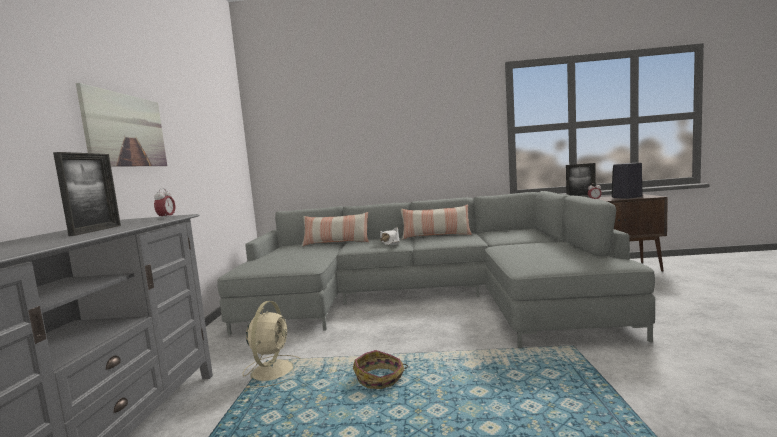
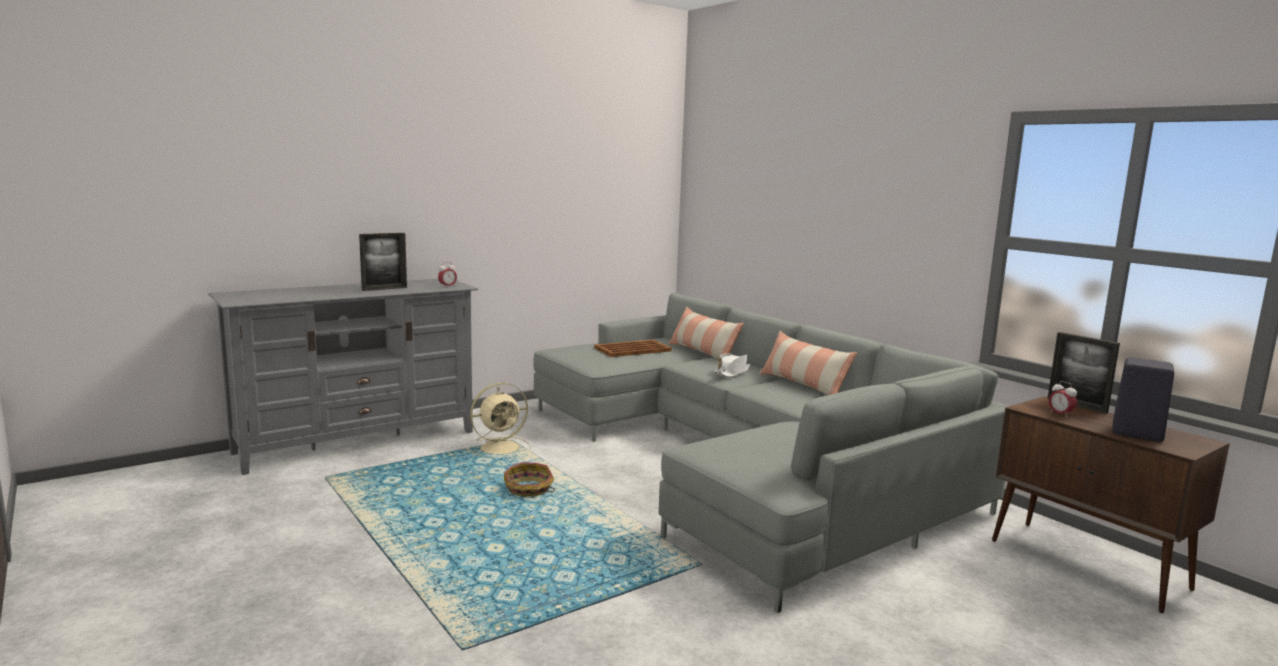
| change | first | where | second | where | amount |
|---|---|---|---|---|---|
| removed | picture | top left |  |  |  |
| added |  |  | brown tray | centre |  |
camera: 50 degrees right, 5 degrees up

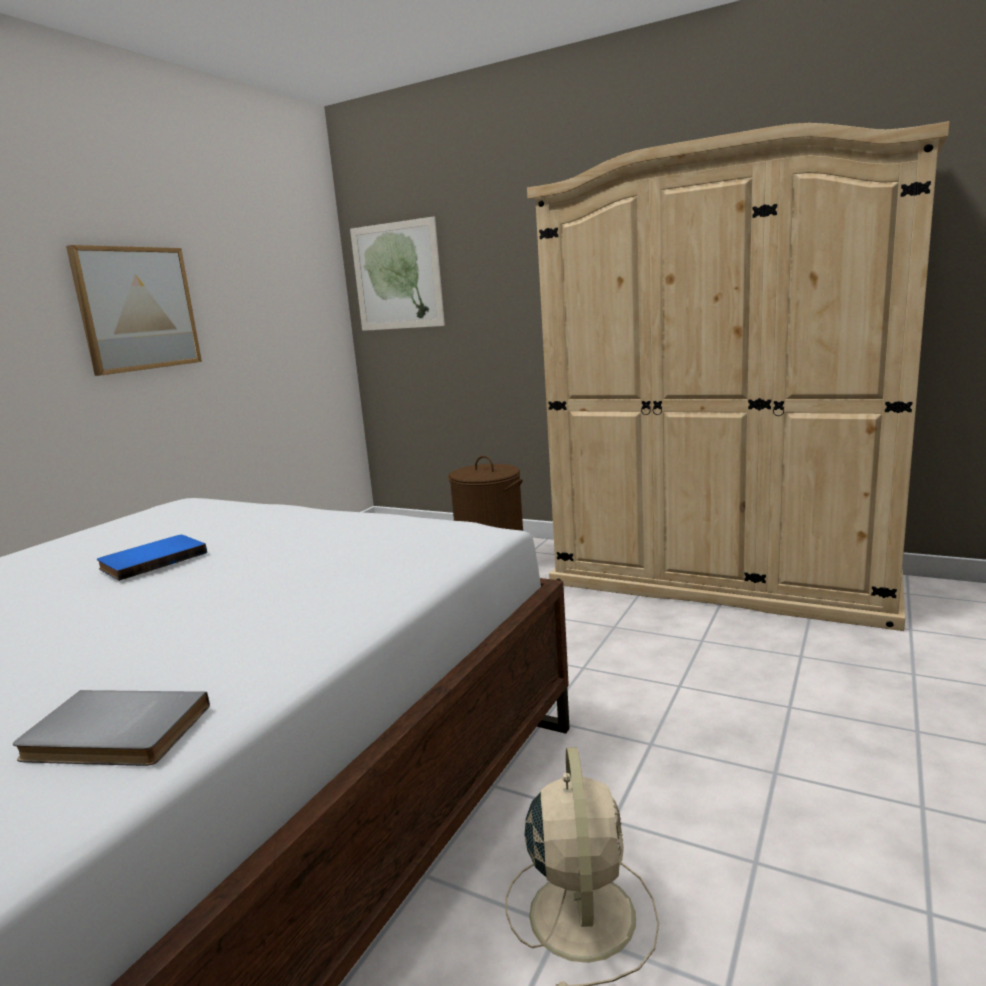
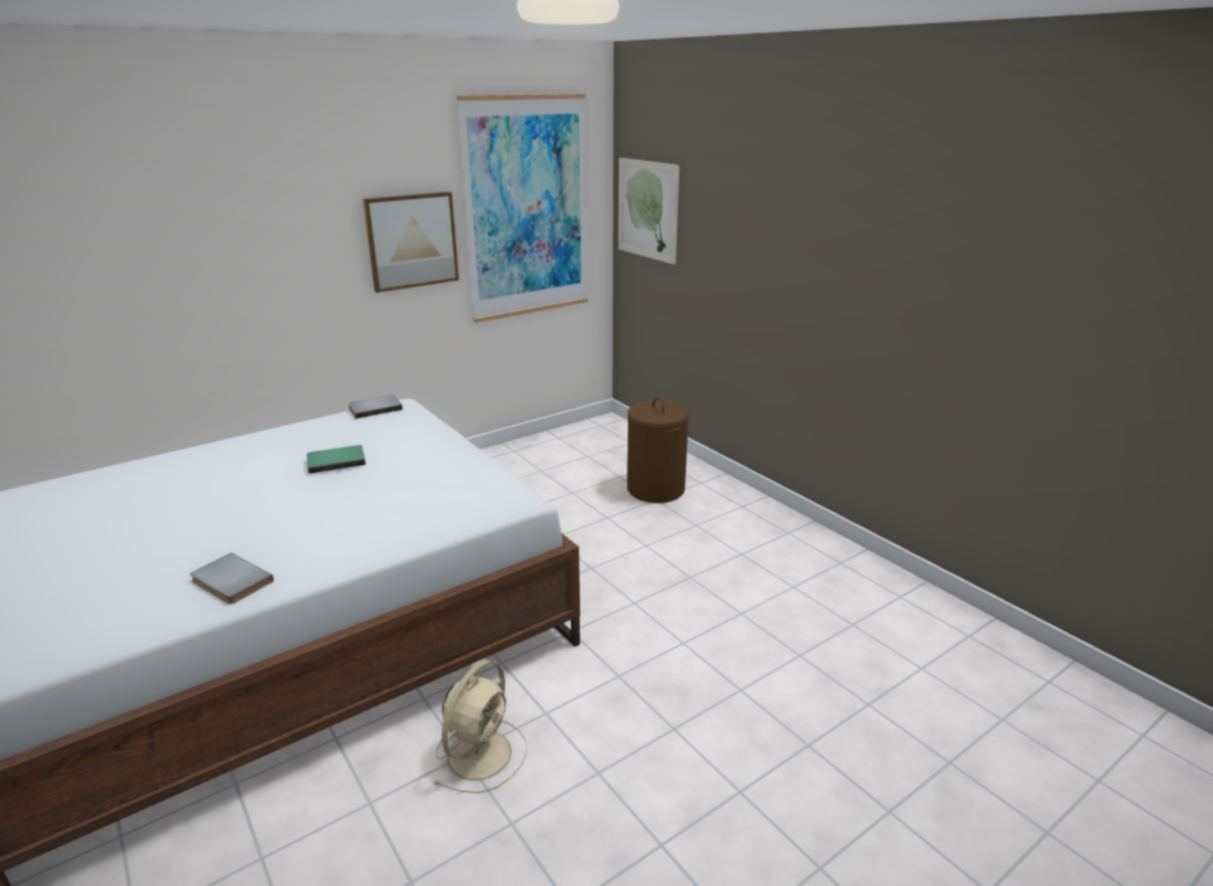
| change | first | where | second | where | amount |
|---|---|---|---|---|---|
| removed | beige wardrobe | middle right |  |  |  |
| recoloured | blue book | middle left | green book | middle left |  |
| added |  |  | picture (2nd from left) | top centre |  |
| added |  |  | grey book (2nd from left) | middle left |  |
camera: 25 degrees right, 10 degrees up

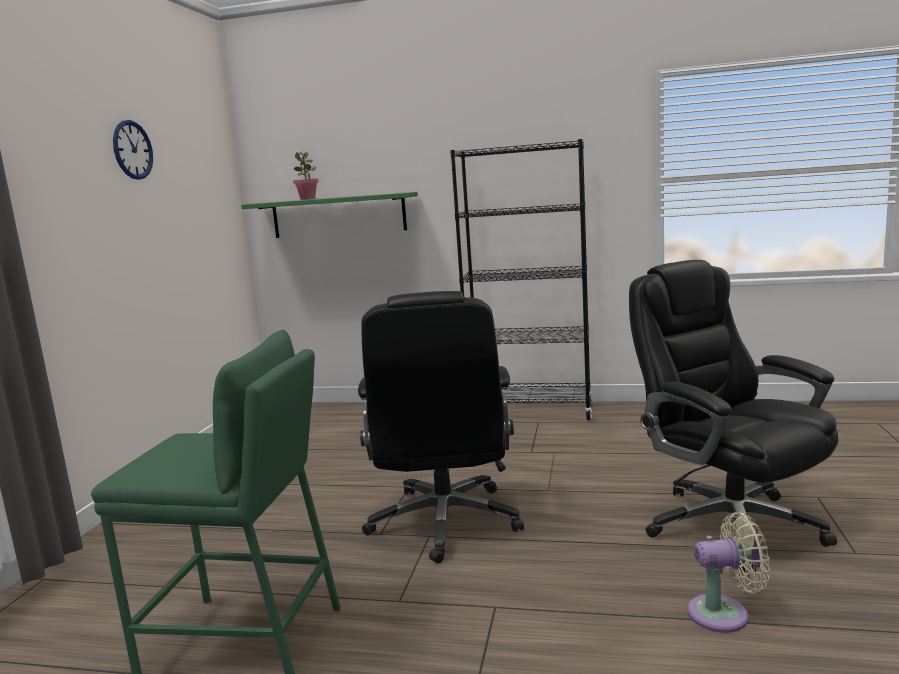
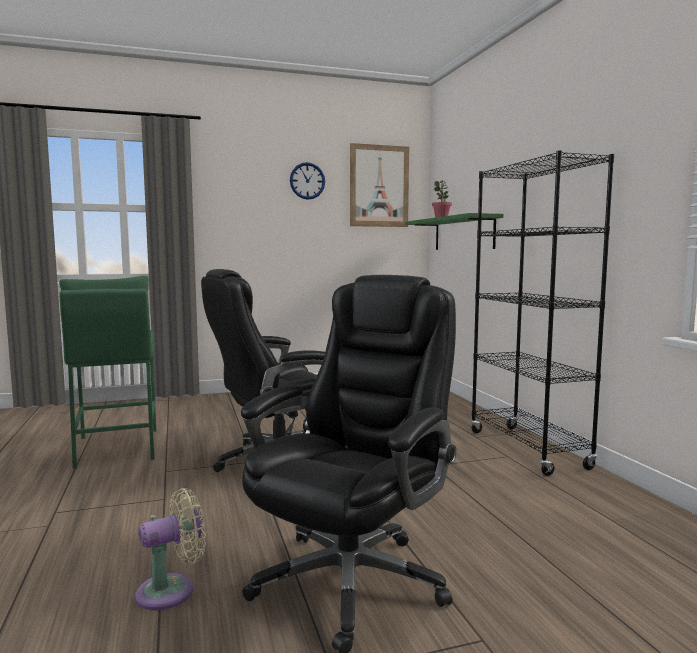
| change | first | where | second | where | amount |
|---|---|---|---|---|---|
| turned | beige fan | bottom right |  | bottom left | 90 degrees counterclockwise |
| added |  |  | picture | top centre |  |
camera: 60 degrees right, 5 degrees down

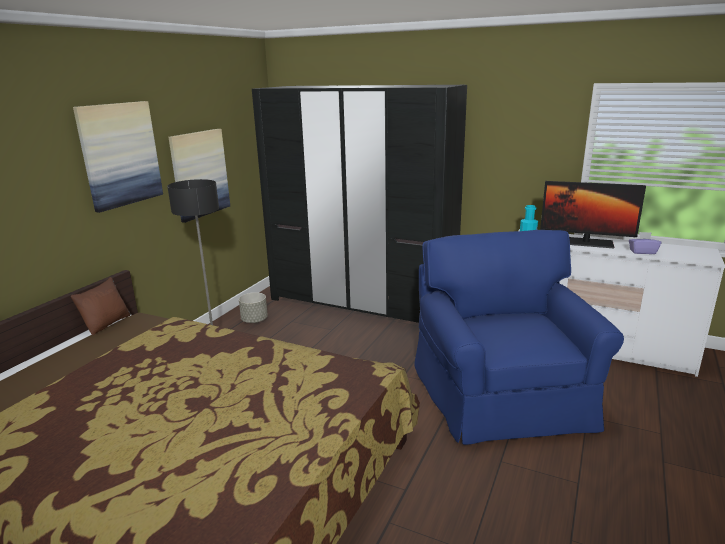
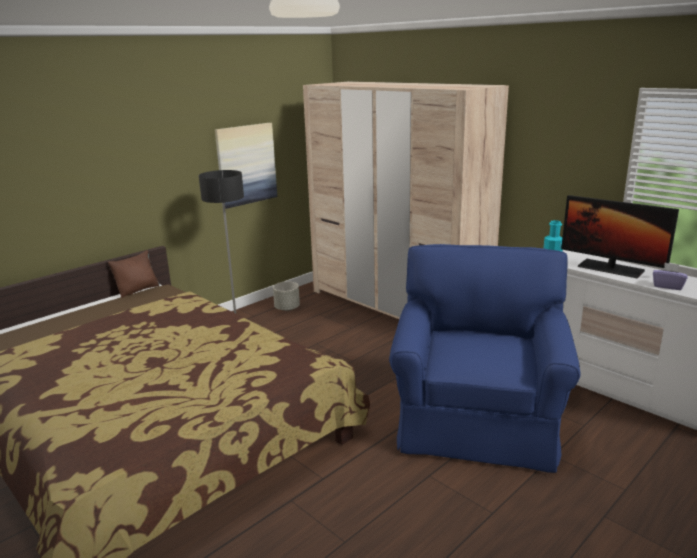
| change | first | where | second | where | amount |
|---|---|---|---|---|---|
| recoloured | black wardrobe | centre | beige wardrobe | centre |  |
| removed | picture (1st from left) | top left |  |  |  |
camera: 20 degrees right, 0 degrees up

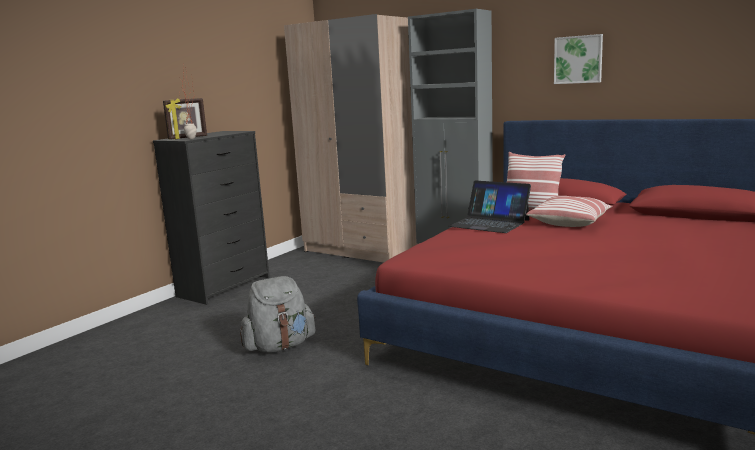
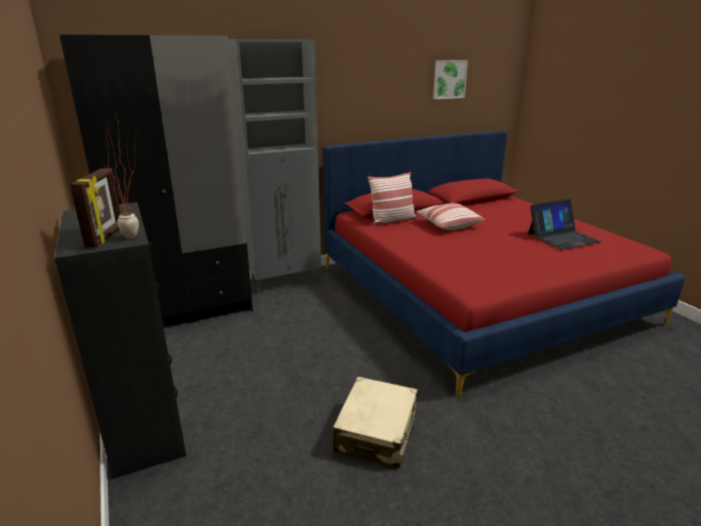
| change | first | where | second | where | amount |
|---|---|---|---|---|---|
| recoloured | beige wardrobe | top centre | black wardrobe | middle left |  |
| moved | picture | top right |  | top centre |  |
| moved | laptop | centre |  | middle right |  |
| replaced | grey backpack | bottom centre | beige suitcase | bottom centre |  |
camera: 60 degrees left, 10 degrees up

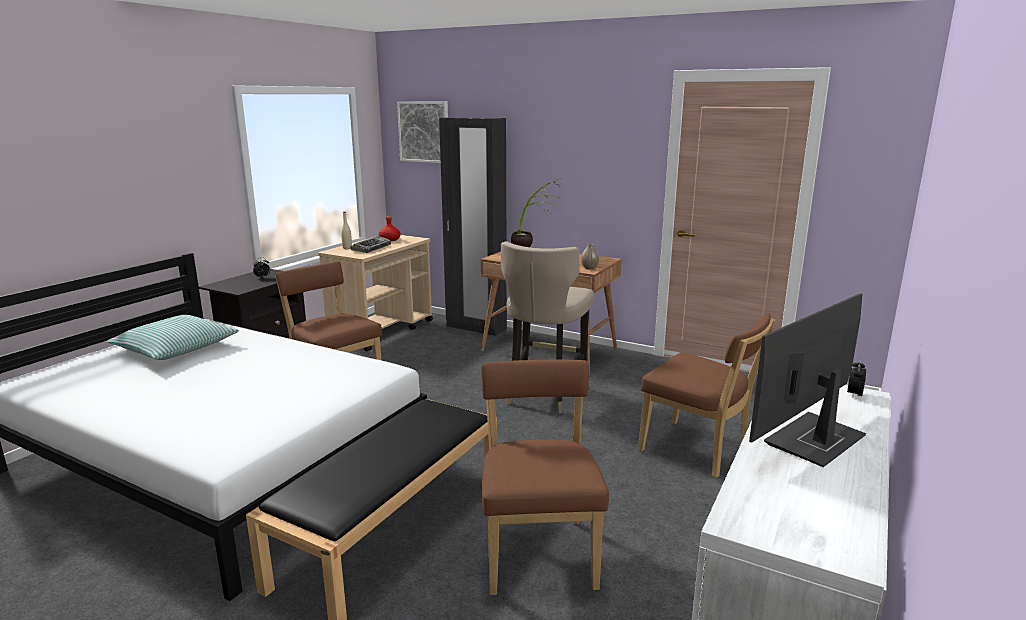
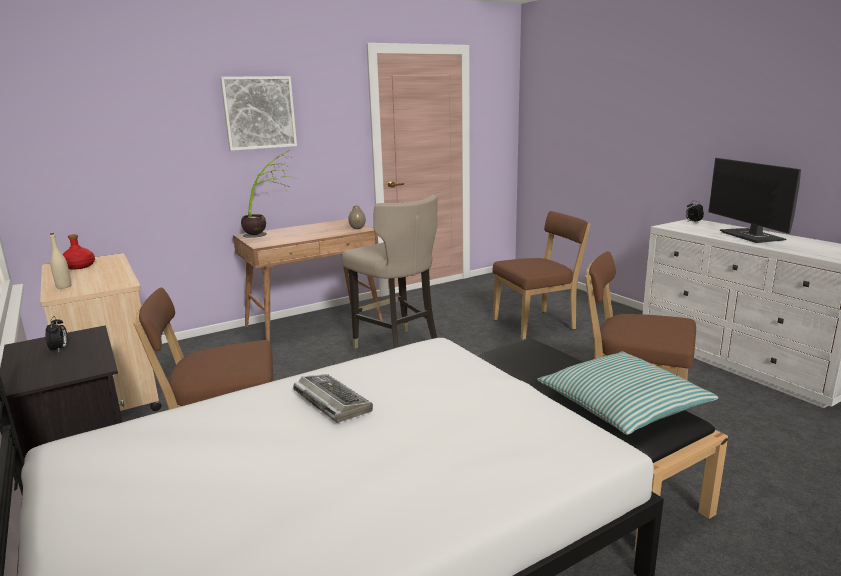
| change | first | where | second | where | amount |
|---|---|---|---|---|---|
| moved | picture | top centre |  | top left |  |
| removed | black wardrobe | centre |  |  |  |
| moved | keyboard | centre |  | bottom centre |  |
| moved | pillow | middle left |  | bottom right |  |
camera: 60 degrees left, 0 degrees up

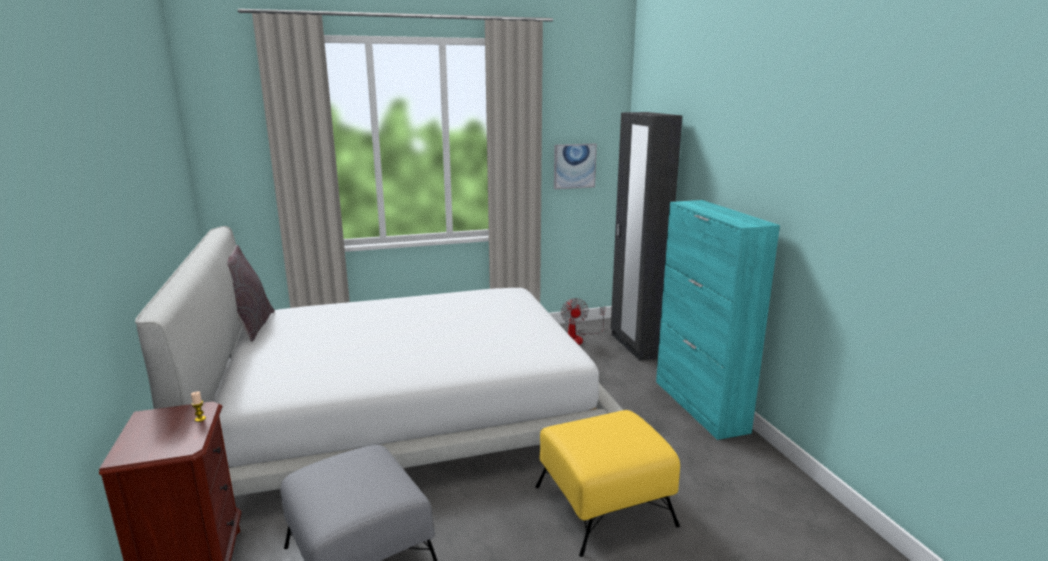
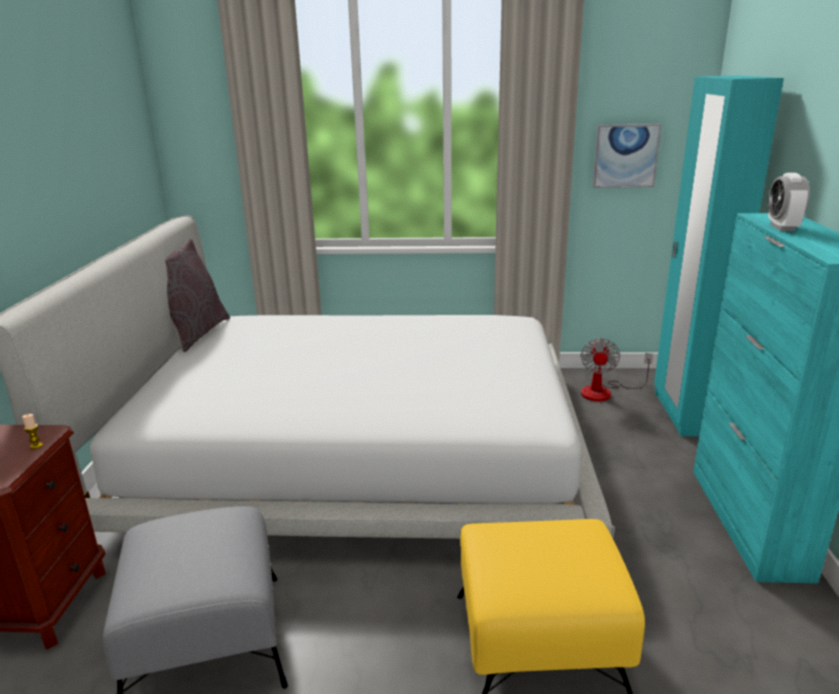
| change | first | where | second | where | amount |
|---|---|---|---|---|---|
| recoloured | black wardrobe | centre | turquoise wardrobe | middle right |  |
| added |  |  | alarm clock | top right |  |
camera: 20 degrees right, 5 degrees up

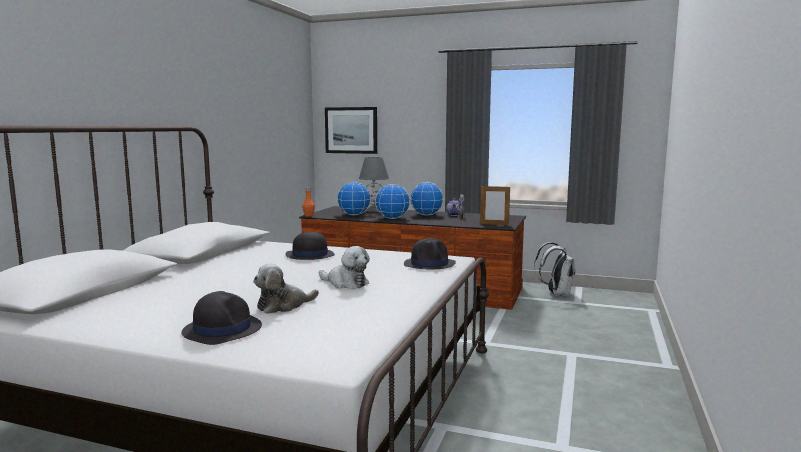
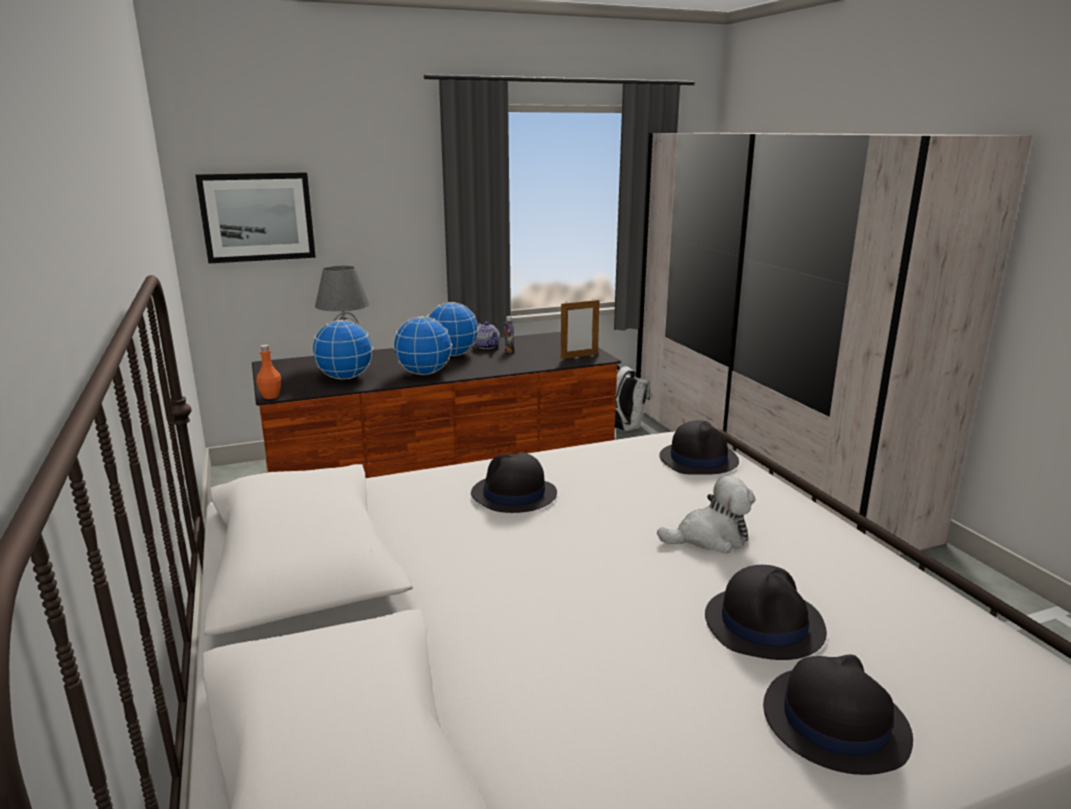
| change | first | where | second | where | amount |
|---|---|---|---|---|---|
| replaced | plush toy (1st from left) | centre | black hat (3rd from left) | bottom right |  |
| added |  |  | white wardrobe | middle right |  |
camera: 40 degrees left, 10 degrees up

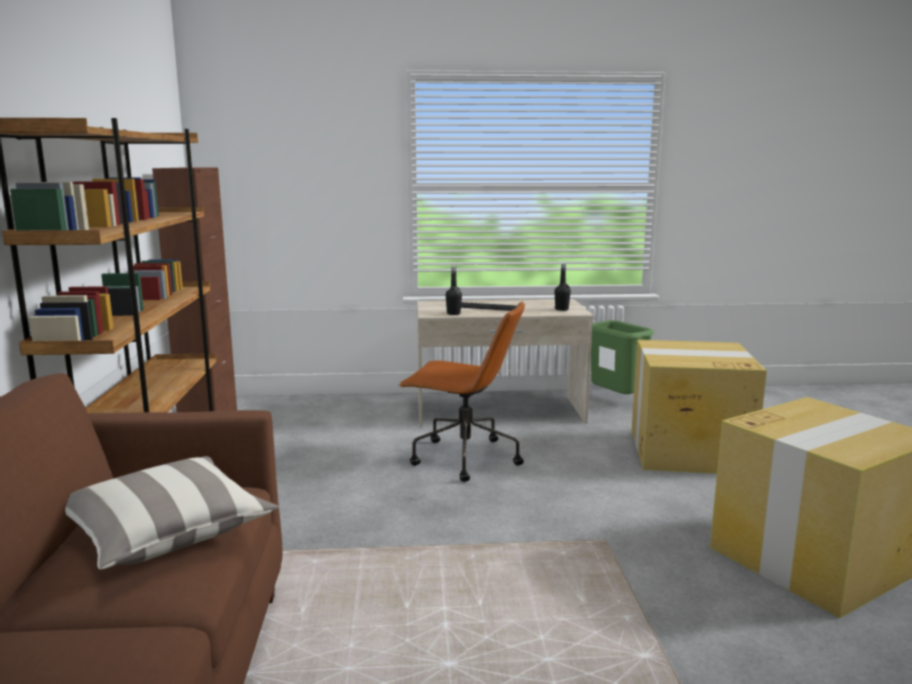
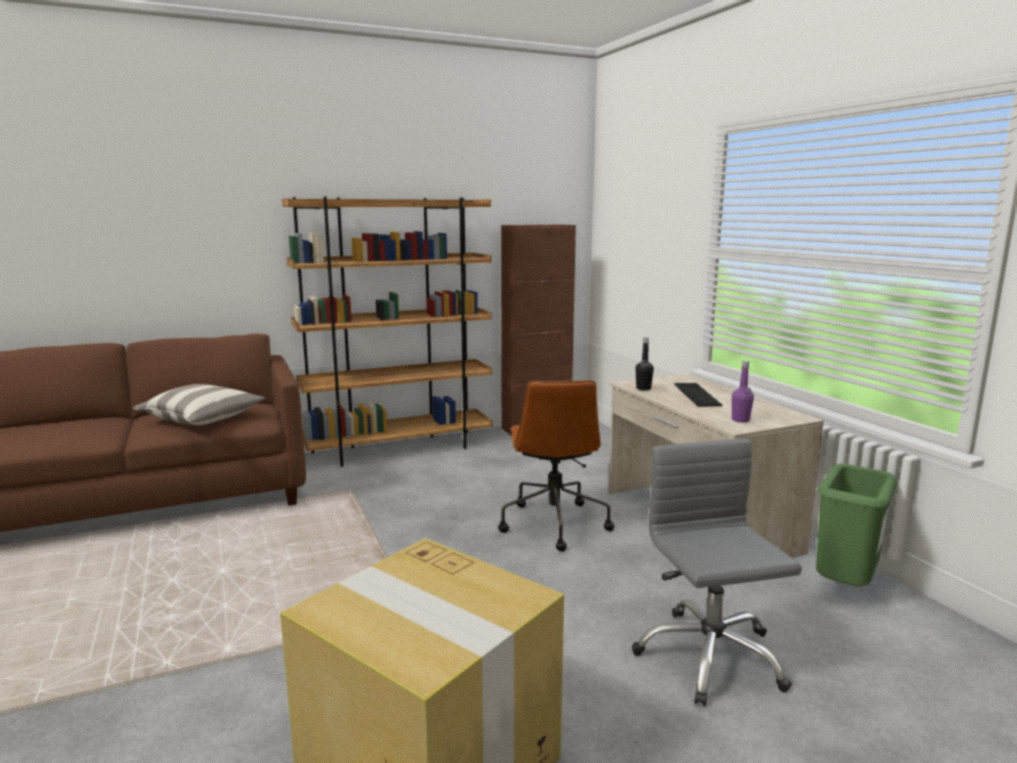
| change | first | where | second | where | amount |
|---|---|---|---|---|---|
| recoloured | black bottle (2nd from left) | centre | purple bottle | middle right |  |
| replaced | cardboard box (1st from left) | middle right | grey office chair | bottom right |  |
camera: 70 degrees right, 0 degrees up

